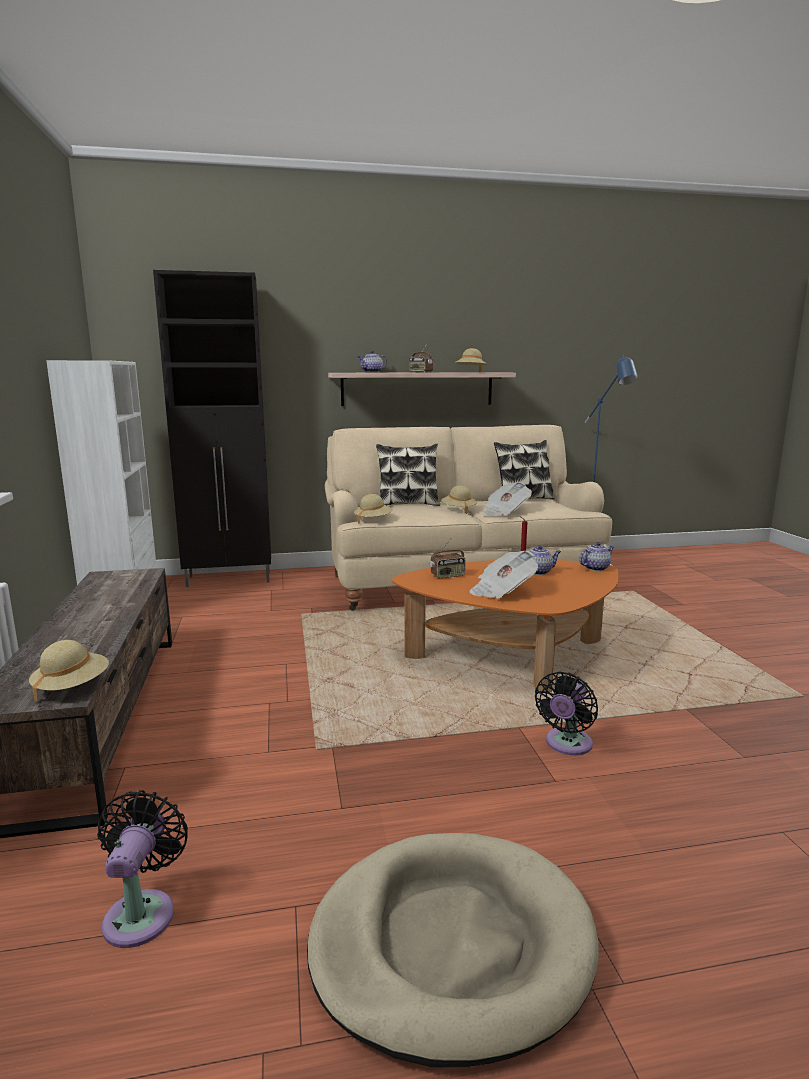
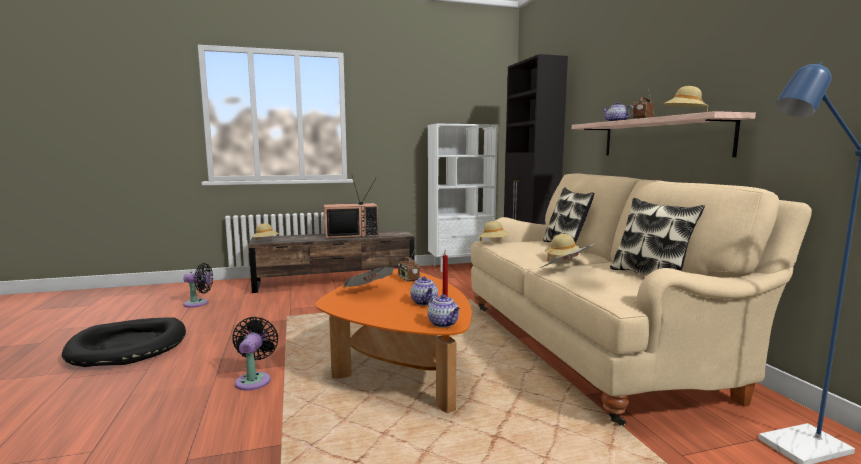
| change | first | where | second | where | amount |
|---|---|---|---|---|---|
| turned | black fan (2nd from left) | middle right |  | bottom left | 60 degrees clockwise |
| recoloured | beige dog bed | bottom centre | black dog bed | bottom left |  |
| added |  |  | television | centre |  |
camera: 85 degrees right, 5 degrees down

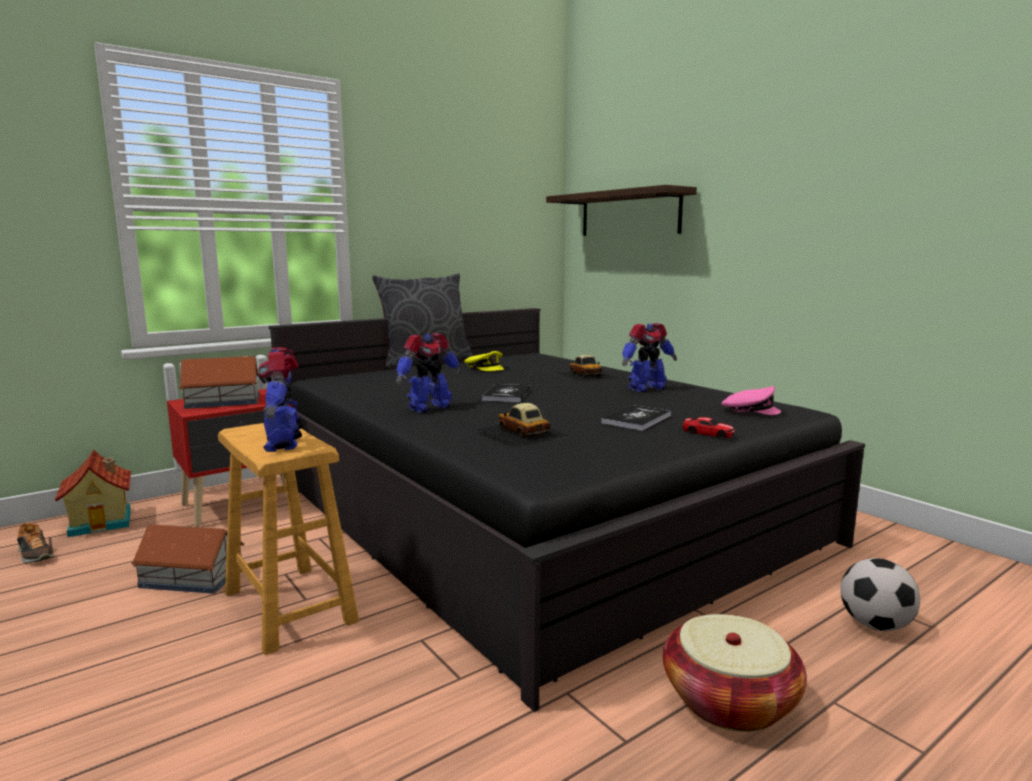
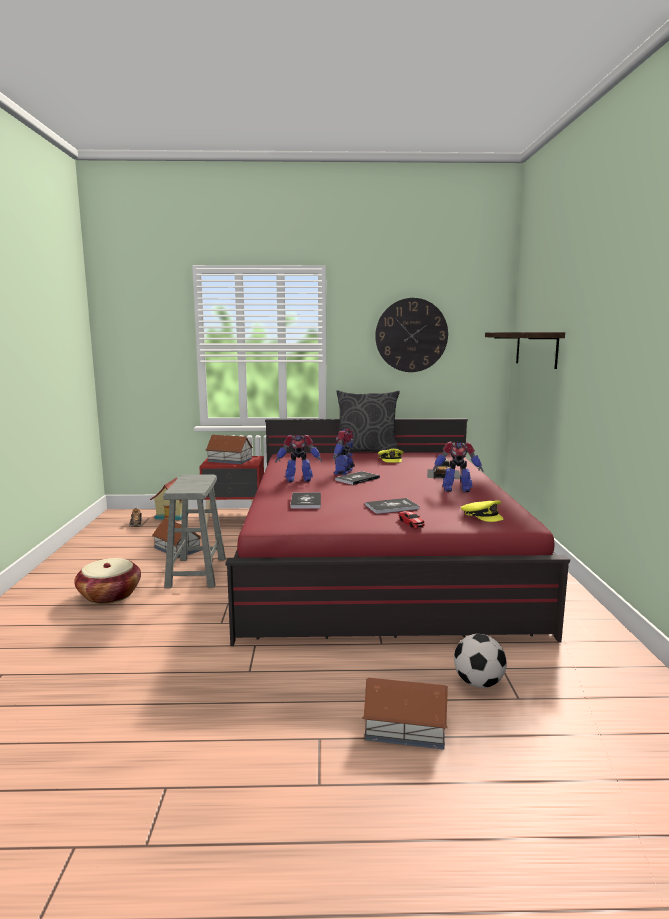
| change | first | where | second | where | amount |
|---|---|---|---|---|---|
| recoloured | black bed | centre | red bed | centre |  |
| moved | toy robot (1st from left in the first image) | middle left | toy robot (2nd from left) | centre |  |
| recoloured | pink cap | middle right | yellow cap (2nd from left) | middle right |  |
| replaced | toy car (1st from left) | centre | book (1st from left) | centre |  |
| recoloured | brown stool | bottom left | grey stool | middle left |  |
| moved | basket | bottom right |  | middle left |  |
| added |  |  | wall clock | centre |  |
| added |  |  | toy house (4th from left) | bottom centre |  |
camera: 35 degrees right, 0 degrees up

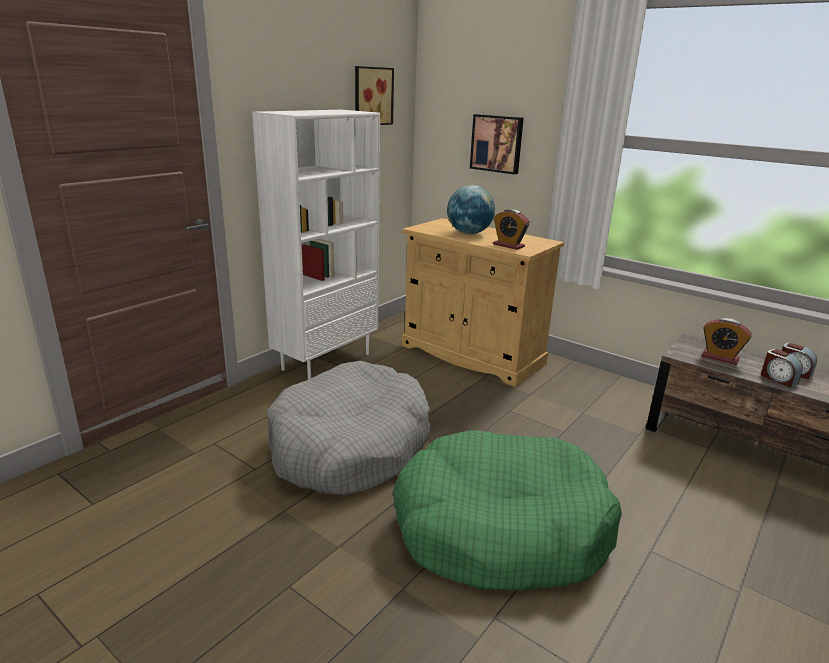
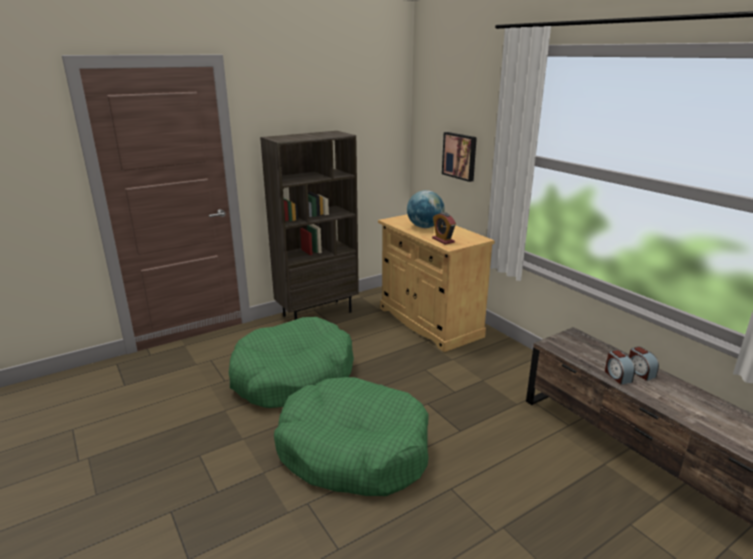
| change | first | where | second | where | amount |
|---|---|---|---|---|---|
| removed | picture (1st from left) | top centre |  |  |  |
| recoloured | white bookcase | centre | brown bookcase | centre |  |
| removed | alarm clock (2nd from left) | middle right |  |  |  |
| recoloured | grey dog bed | centre | green dog bed (1st from left) | centre |  |
camera: 20 degrees right, 0 degrees up

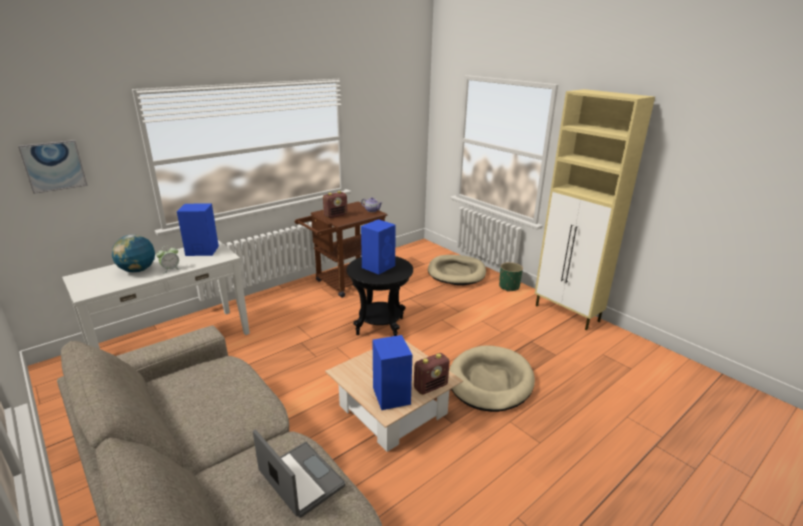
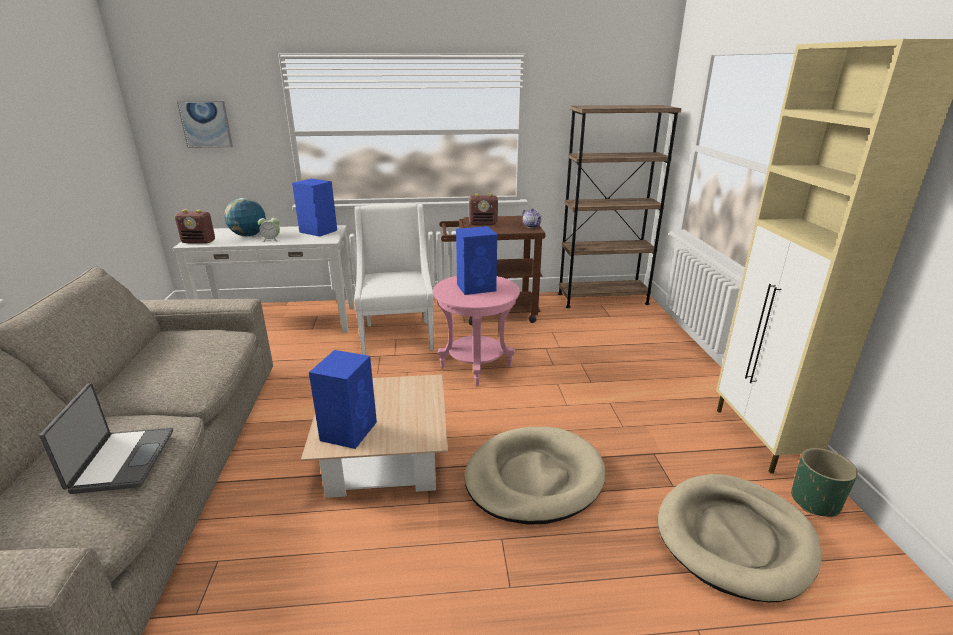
| change | first | where | second | where | amount |
|---|---|---|---|---|---|
| moved | beige dog bed (1st from left in the first image) | centre | beige dog bed (2nd from left) | bottom right |  |
| recoloured | black side table | centre | pink side table | centre |  |
| moved | green planter | centre |  | bottom right |  |
| moved | radio (2nd from left in the first image) | bottom centre | radio (1st from left) | middle left |  |
| added |  |  | brown bookcase | top centre |  |
| added |  |  | white armchair | centre |  |
camera: 35 degrees right, 0 degrees up

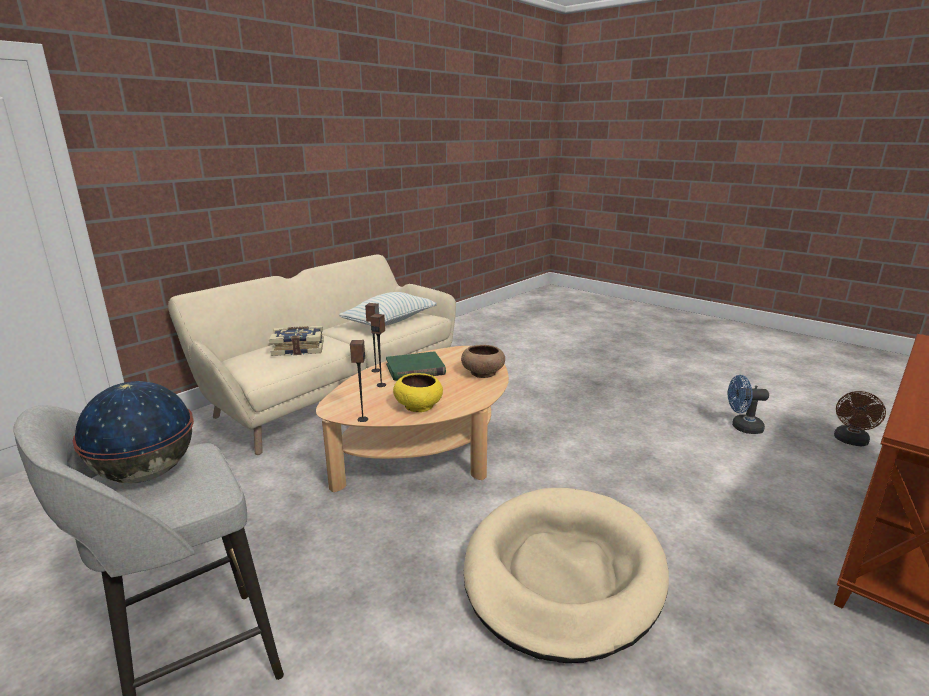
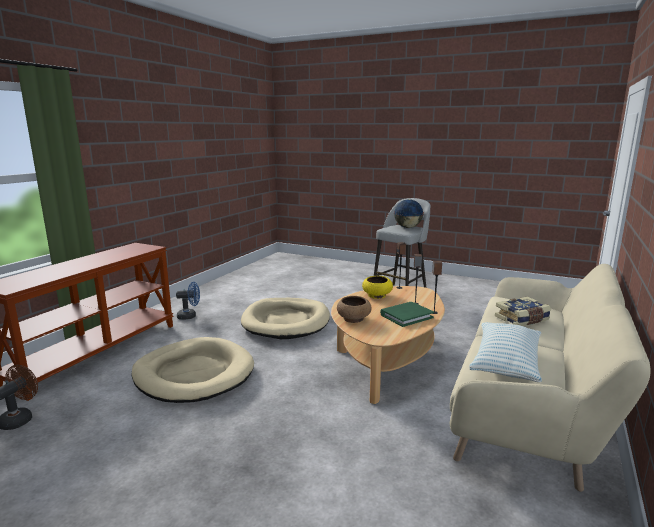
| change | first | where | second | where | amount |
|---|---|---|---|---|---|
| moved | blue fan | middle right |  | middle left |  |
| added |  |  | beige dog bed (1st from left) | bottom left |  |
camera: 165 degrees right, 5 degrees down

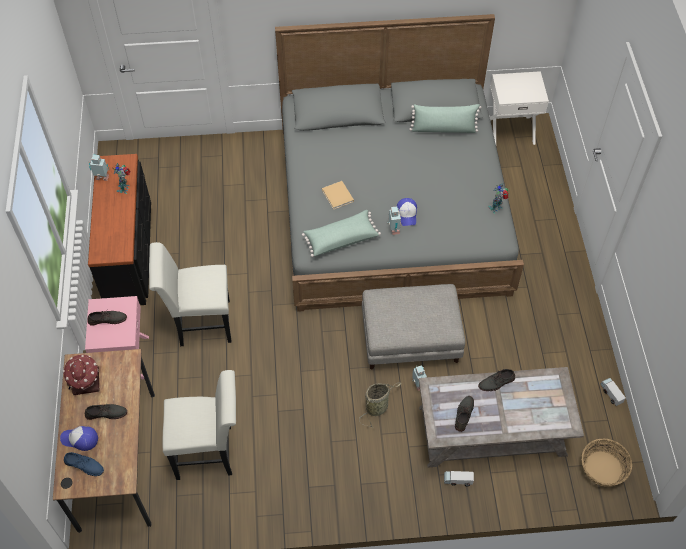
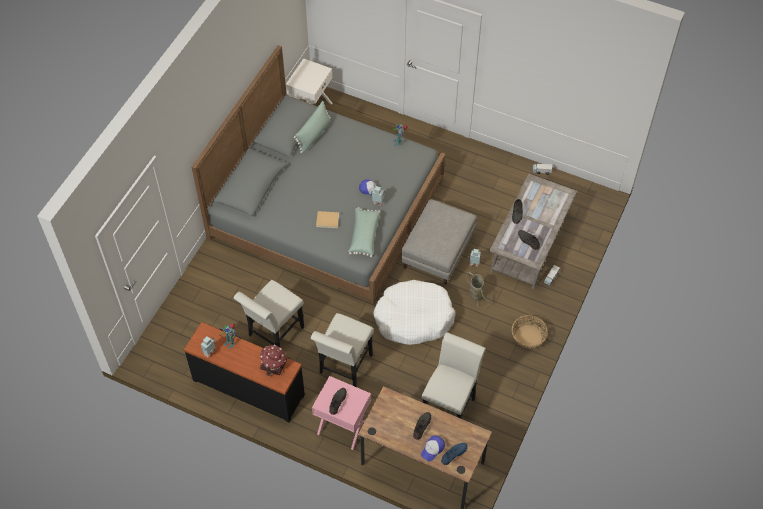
| change | first | where | second | where | amount |
|---|---|---|---|---|---|
| moved | toy house | bottom left |  | bottom centre |  |
| moved | basket (2nd from left) | bottom right |  | middle right |  |
| added |  |  | white chair (1st from left) | centre |  |
| added |  |  | white dog bed | centre |  |
camera: 60 degrees left, 0 degrees up

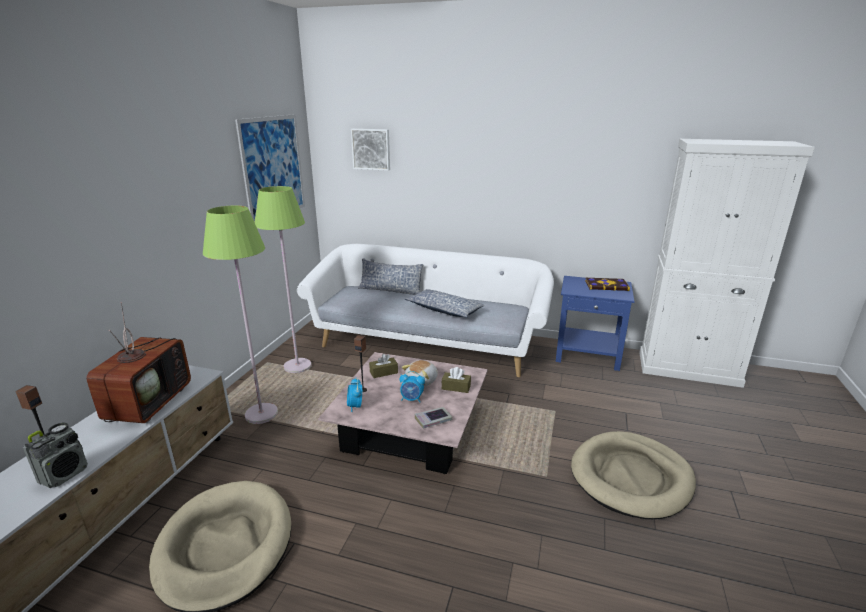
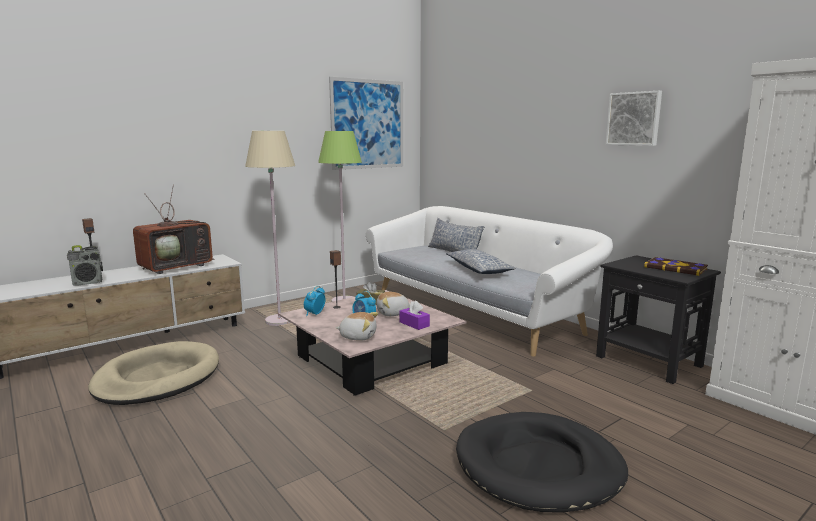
| change | first | where | second | where | amount |
|---|---|---|---|---|---|
| moved | picture (2nd from left) | top centre |  | top right |  |
| recoloured | green floor lamp (1st from left) | middle left | beige floor lamp | middle left |  |
| recoloured | blue side table | middle right | black side table | middle right |  |
| recoloured | brown tissue box (2nd from left) | centre | purple tissue box | centre |  |
| replaced | book (1st from left) | bottom centre | plush toy (1st from left) | centre |  |
| recoloured | beige dog bed (2nd from left) | bottom right | black dog bed | bottom centre |  |
camera: 35 degrees right, 10 degrees down

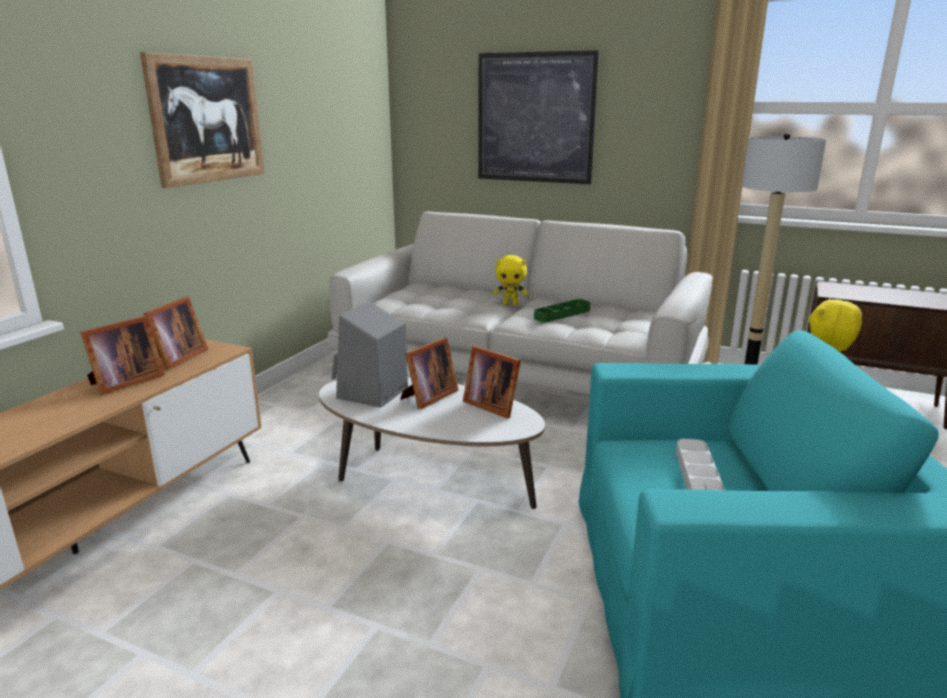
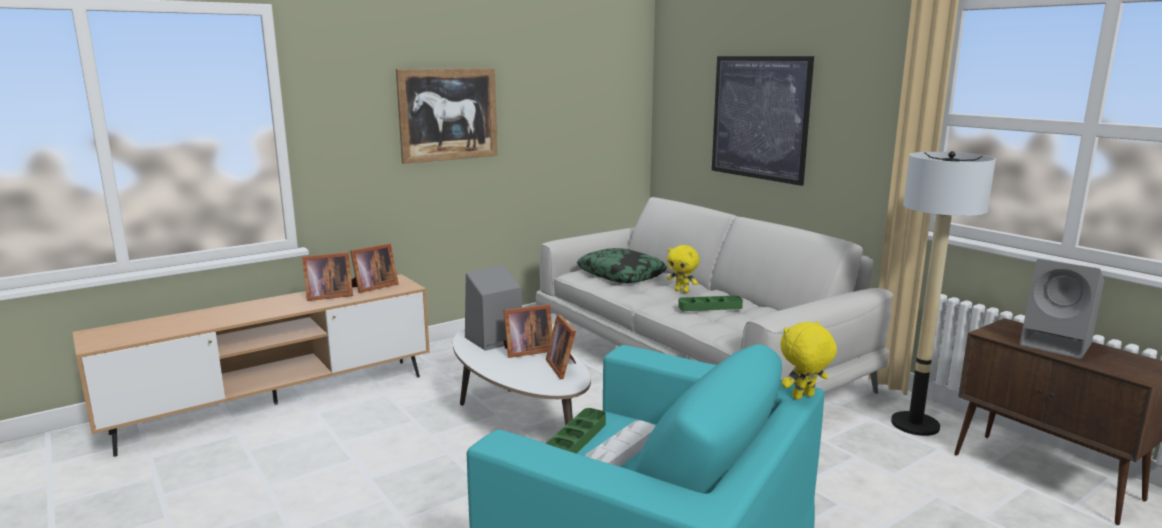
| change | first | where | second | where | amount |
|---|---|---|---|---|---|
| added |  |  | pillow | centre |  |
| added |  |  | grey speaker (2nd from left) | middle right |  |
| added |  |  | green tray (1st from left) | bottom centre |  |
camera: 30 degrees right, 5 degrees down

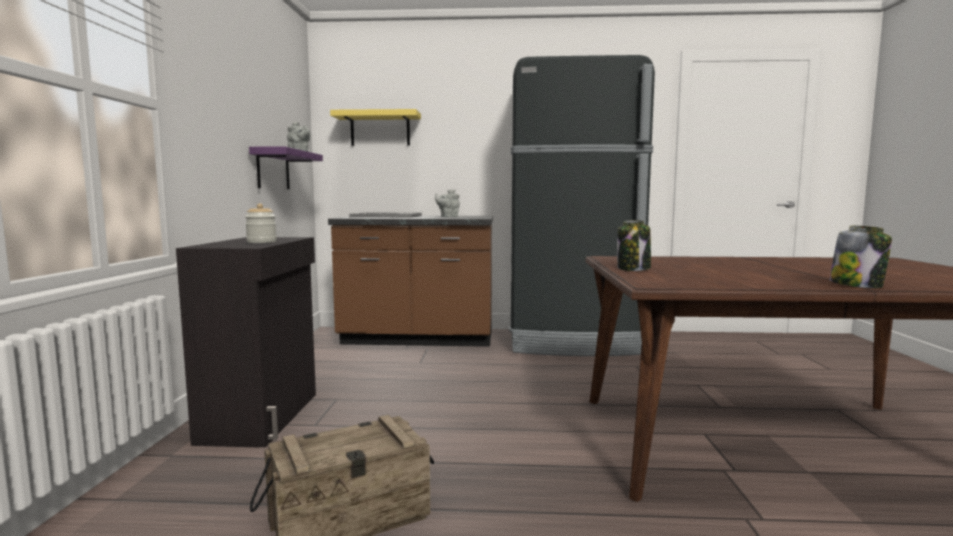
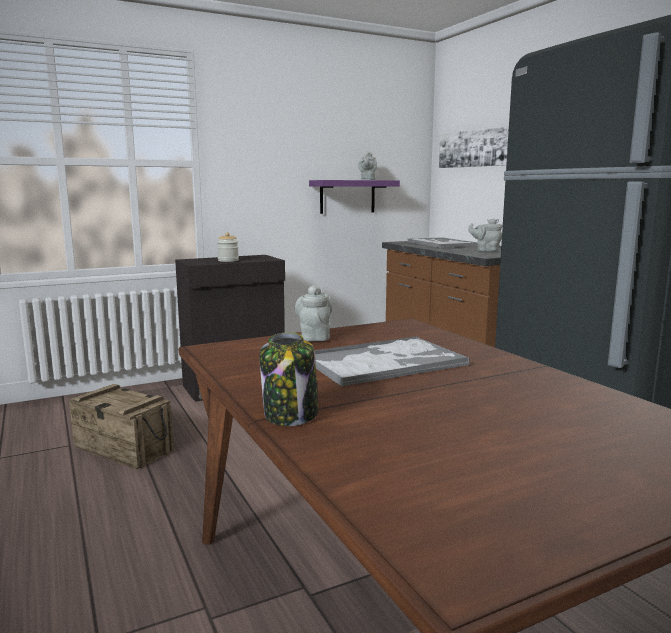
| change | first | where | second | where | amount |
|---|---|---|---|---|---|
| replaced | yellow shelf | top centre | picture | top right |  |
| replaced | jar (2nd from left) | centre | grey teapot (1st from left) | centre |  |
| added |  |  | tray (1st from left) | centre |  |
camera: 60 degrees right, 5 degrees up

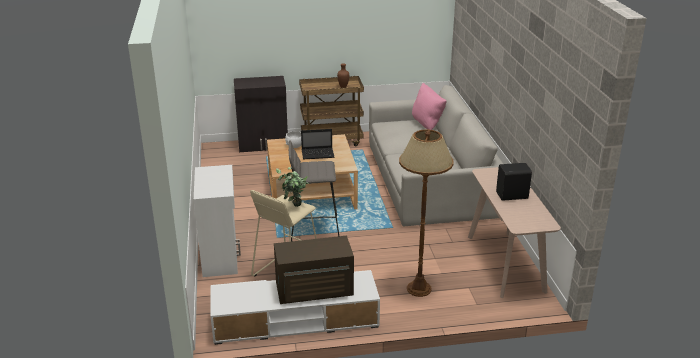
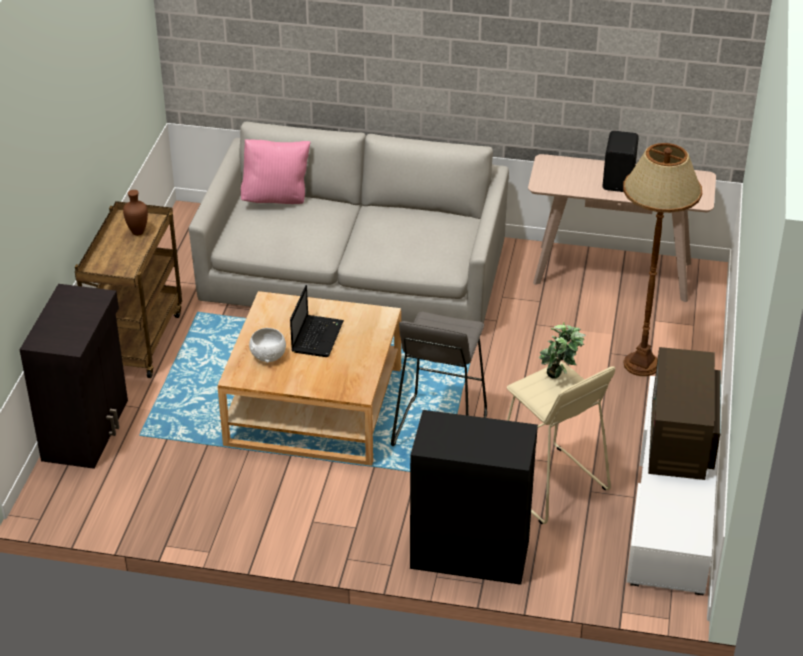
| change | first | where | second | where | amount |
|---|---|---|---|---|---|
| recoloured | white cabinet | middle left | black cabinet (2nd from left) | bottom centre |  |
camera: 70 degrees left, 10 degrees up

